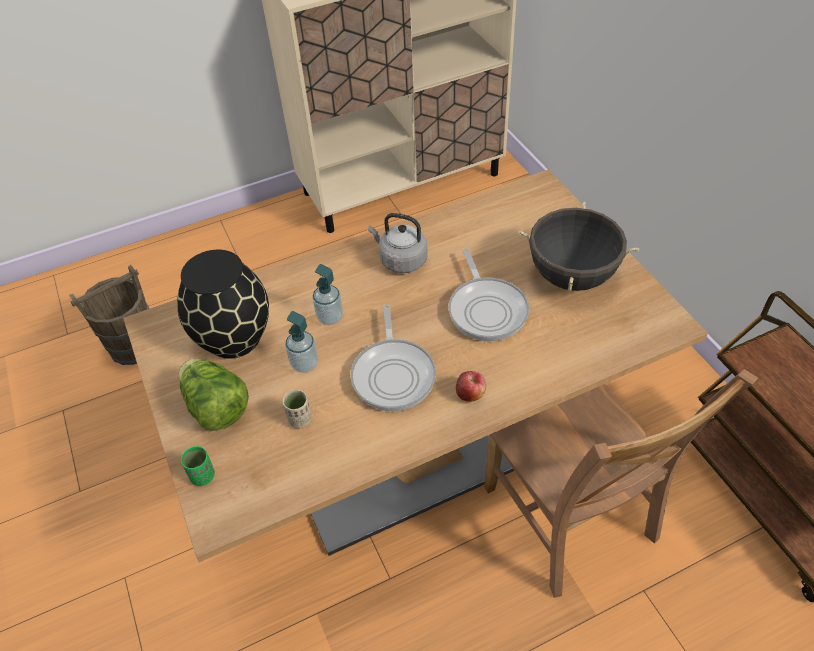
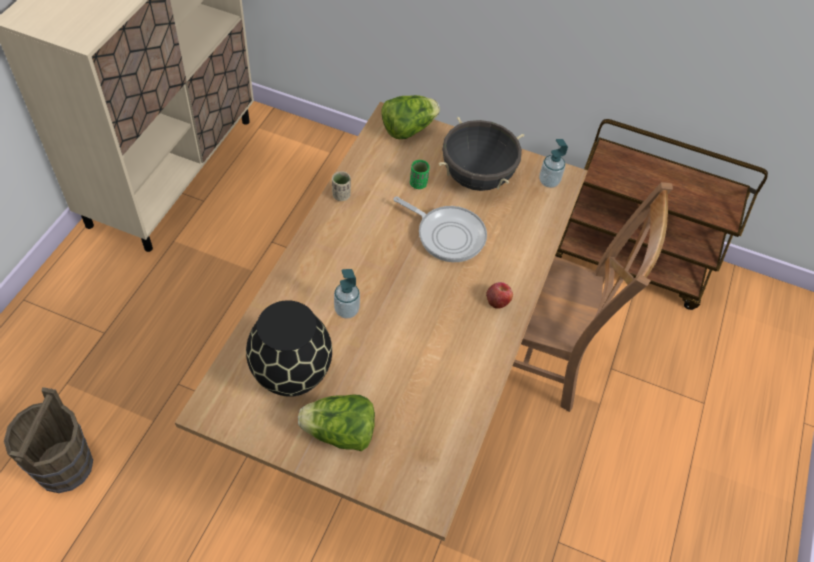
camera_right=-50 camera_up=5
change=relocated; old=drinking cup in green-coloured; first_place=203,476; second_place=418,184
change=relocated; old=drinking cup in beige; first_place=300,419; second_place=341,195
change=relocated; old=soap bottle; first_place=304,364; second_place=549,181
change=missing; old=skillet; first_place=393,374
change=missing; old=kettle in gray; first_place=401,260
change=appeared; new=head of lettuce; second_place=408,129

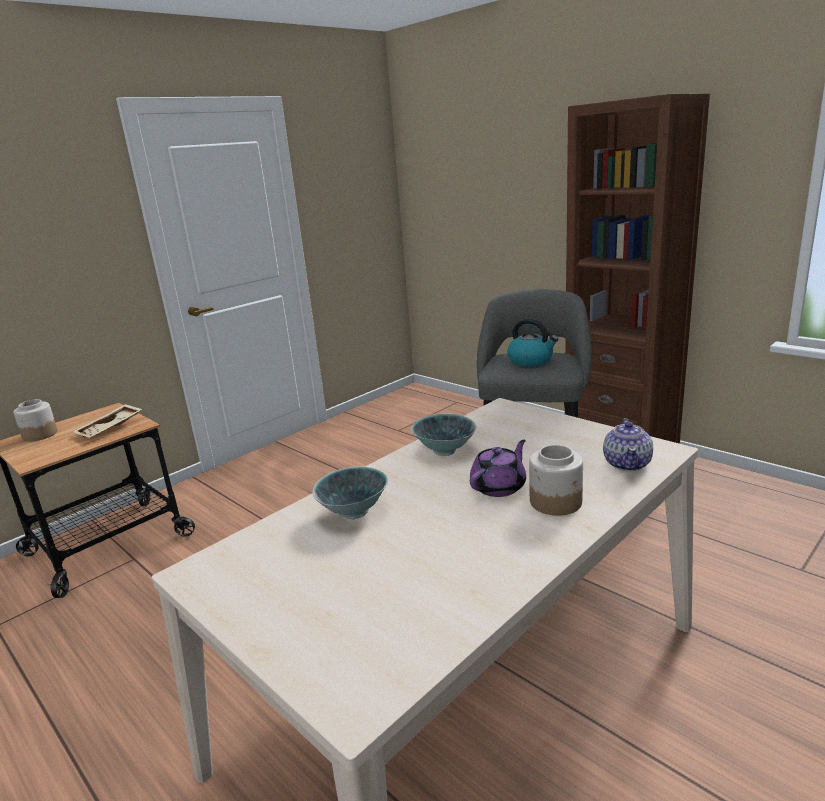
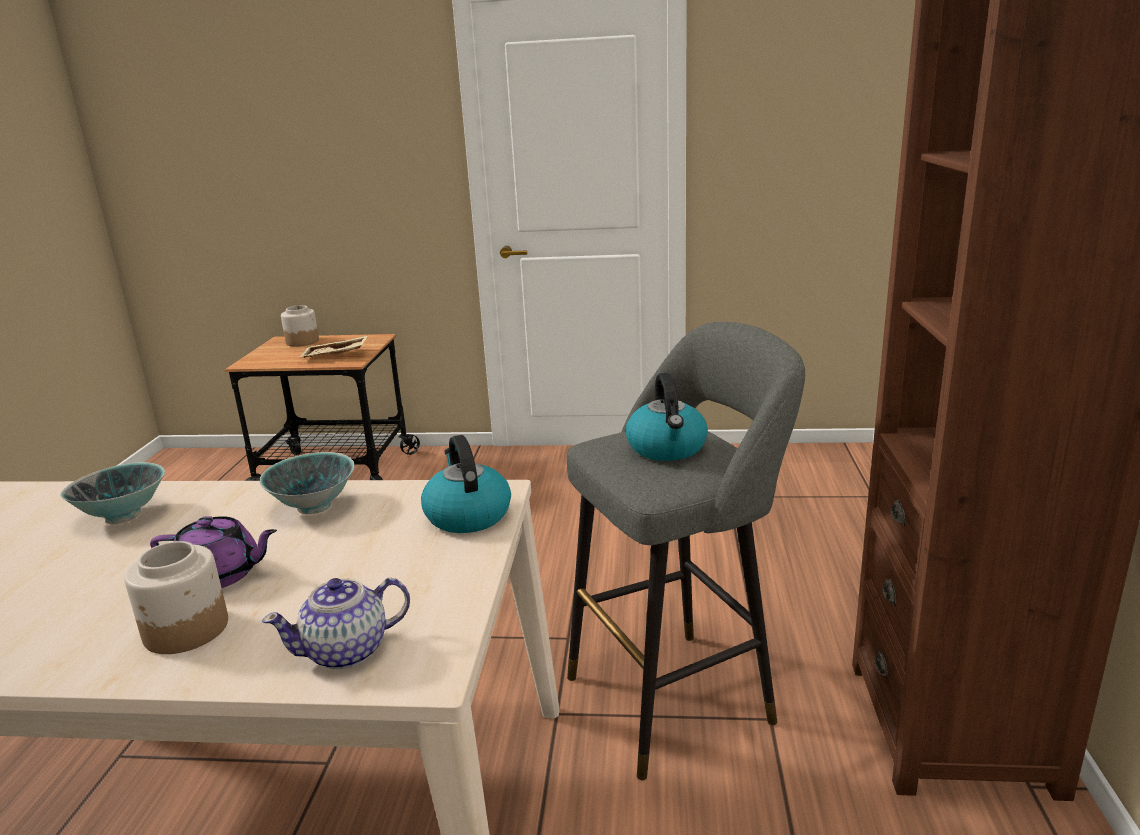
camera_right=50 camera_up=0
change=appeared; new=kettle; second_place=467,515

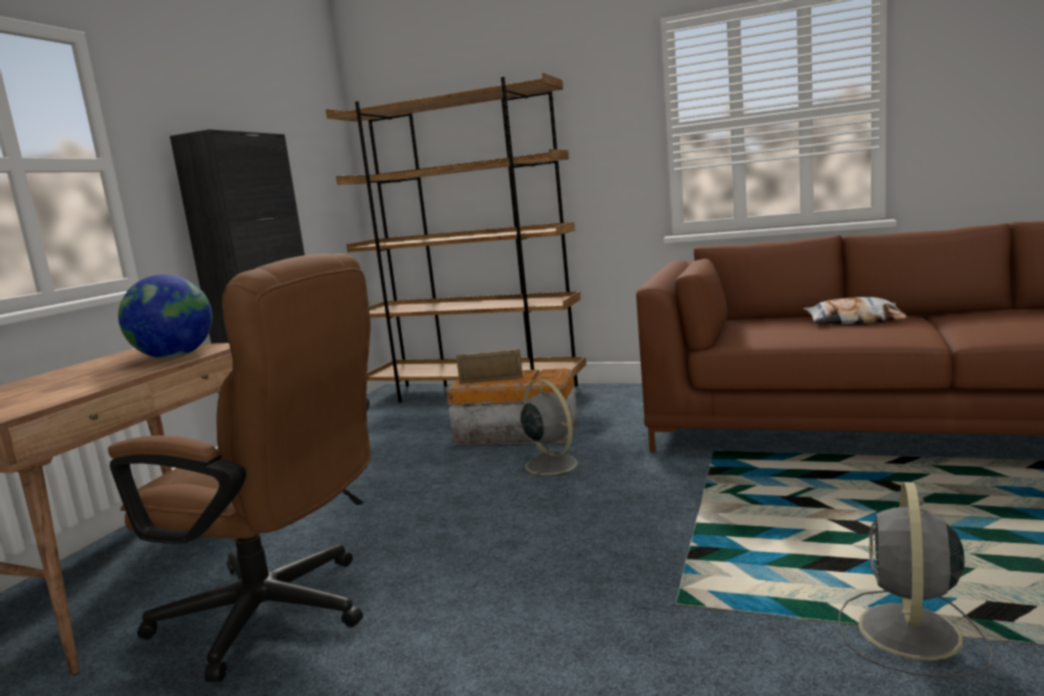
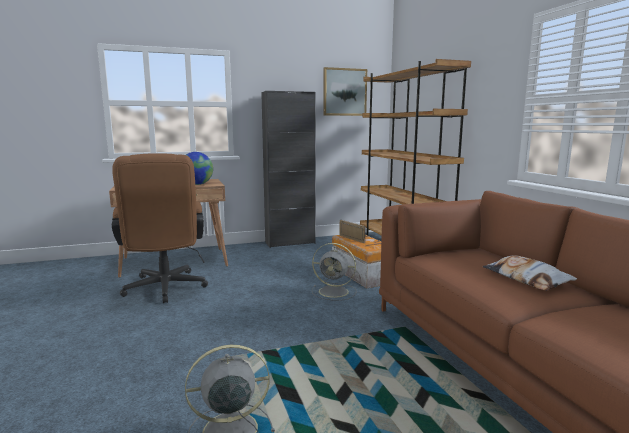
camera_right=50 camera_up=0
change=spun; old=cooling fan in gray; first_place=549,464; second_place=335,292; degrees=90
change=appeared; new=wall picture; second_place=344,92

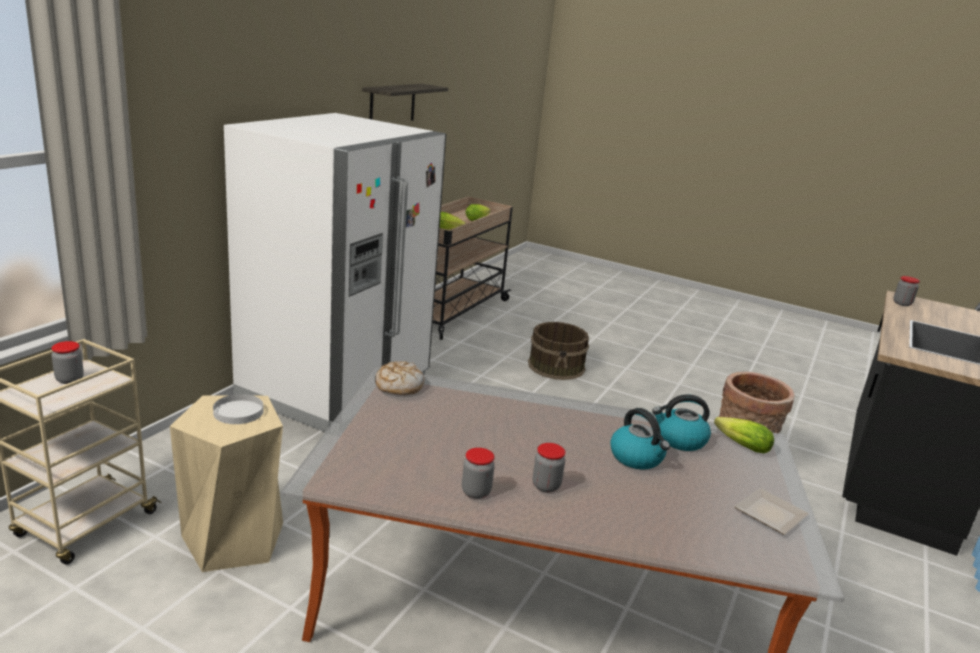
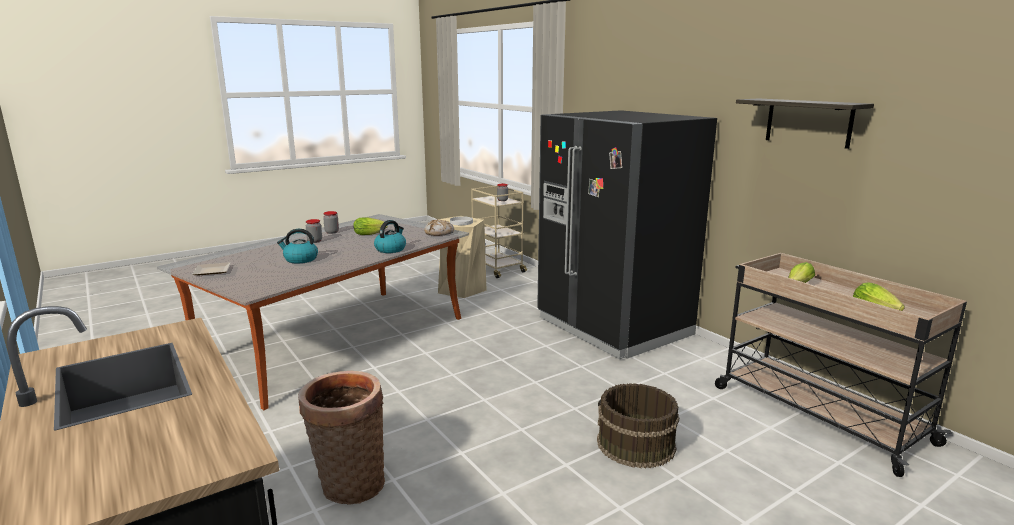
camera_right=120 camera_up=-5
change=colour; old=kitchen fridge in whitish; new=kitchen fridge in black-coloured; first_place=336,388; second_place=613,327
change=relocated; old=kettle; first_place=679,440; second_place=390,249
change=relocated; old=head of lettuce; first_place=739,445; second_place=371,234
change=missing; old=storage jar; first_place=902,303

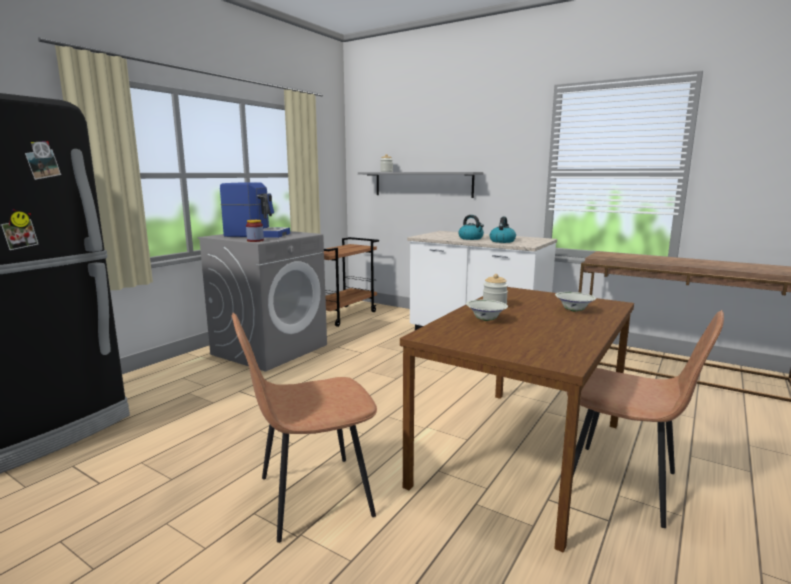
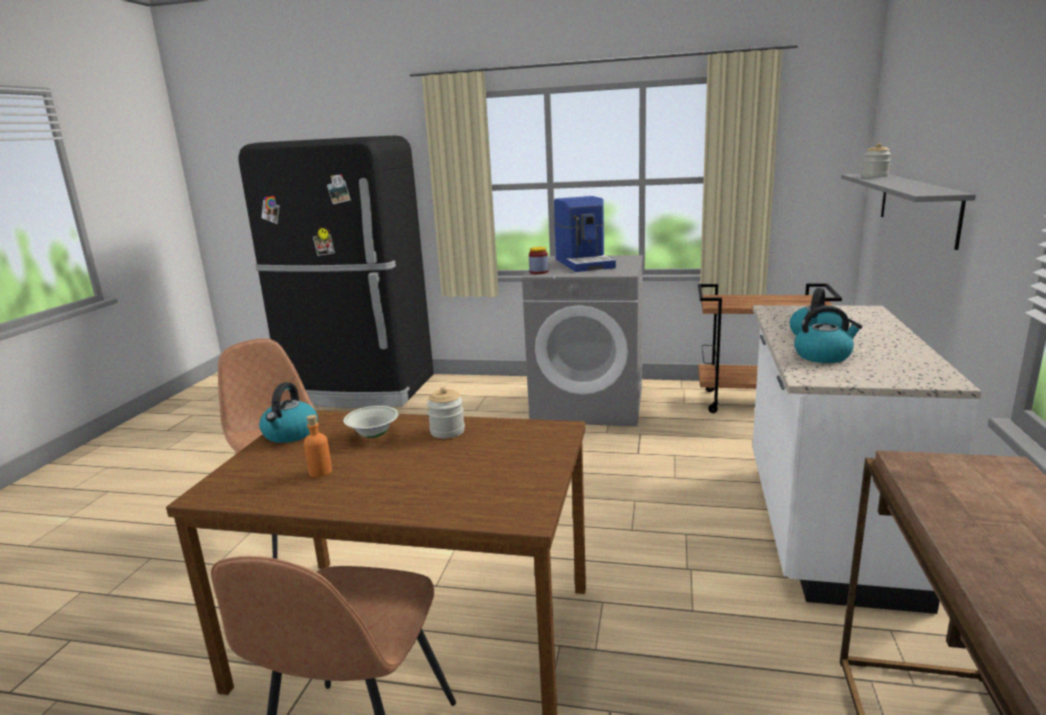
camera_right=70 camera_up=5
change=missing; old=deep dish in whitish; first_place=573,310
change=appeared; new=kettle; second_place=290,434
change=appeared; new=drink bottle in orange-coloured; second_place=320,472

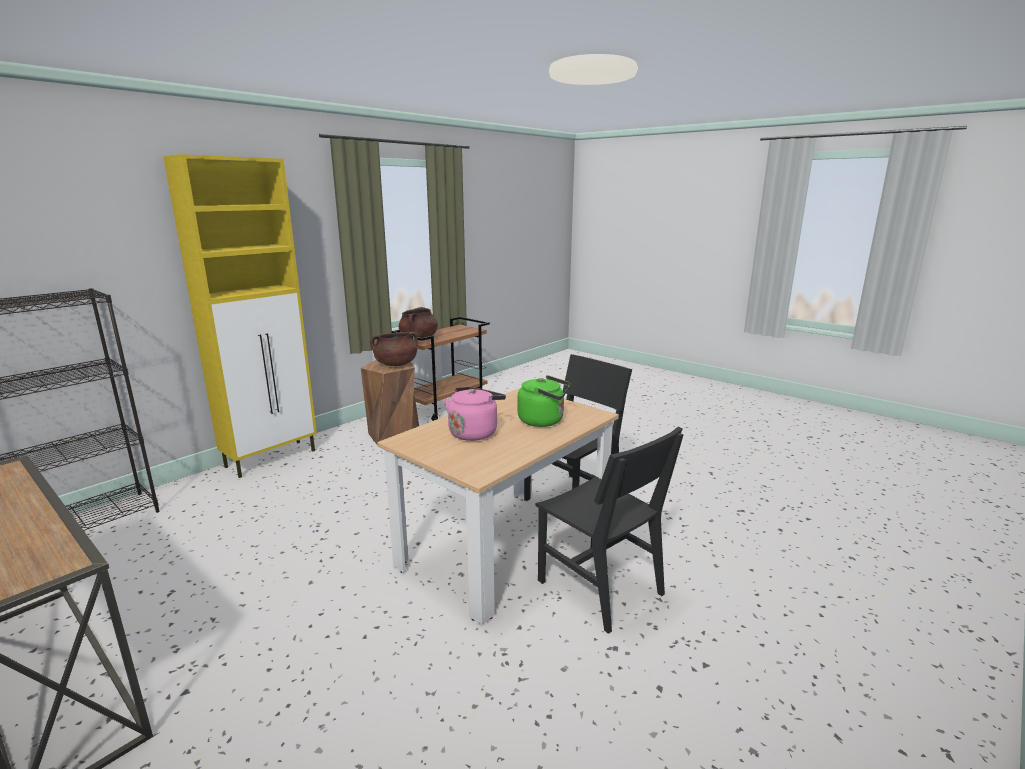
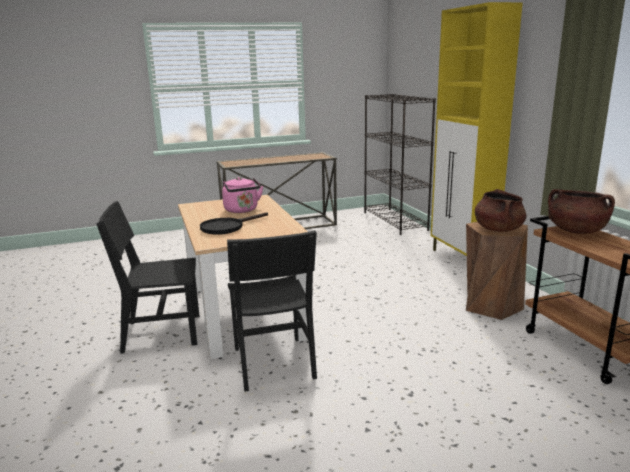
camera_right=120 camera_up=0
change=exchanged; old=kettle in green-coloured; new=skillet in black-coloured; first_place=544,421; second_place=227,227

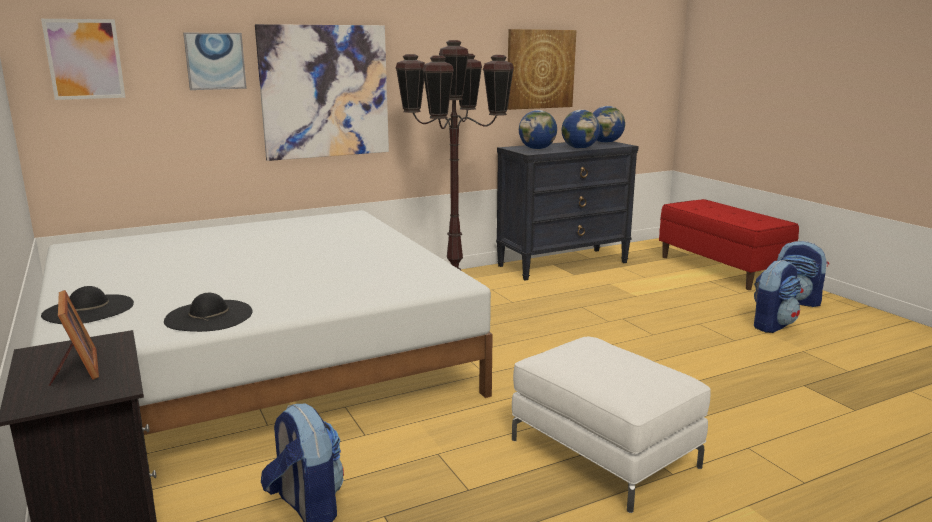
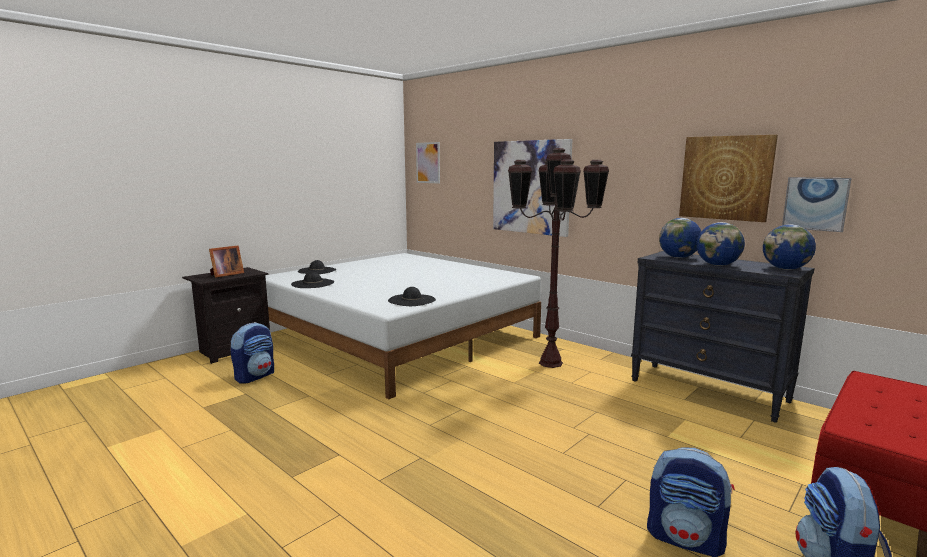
camera_right=70 camera_up=-5
change=relocated; old=wall picture; first_place=215,61; second_place=815,203
change=missing; old=pouffe in whitish; first_place=603,453
change=appeared; new=clothing hat in black-coloured; second_place=411,300

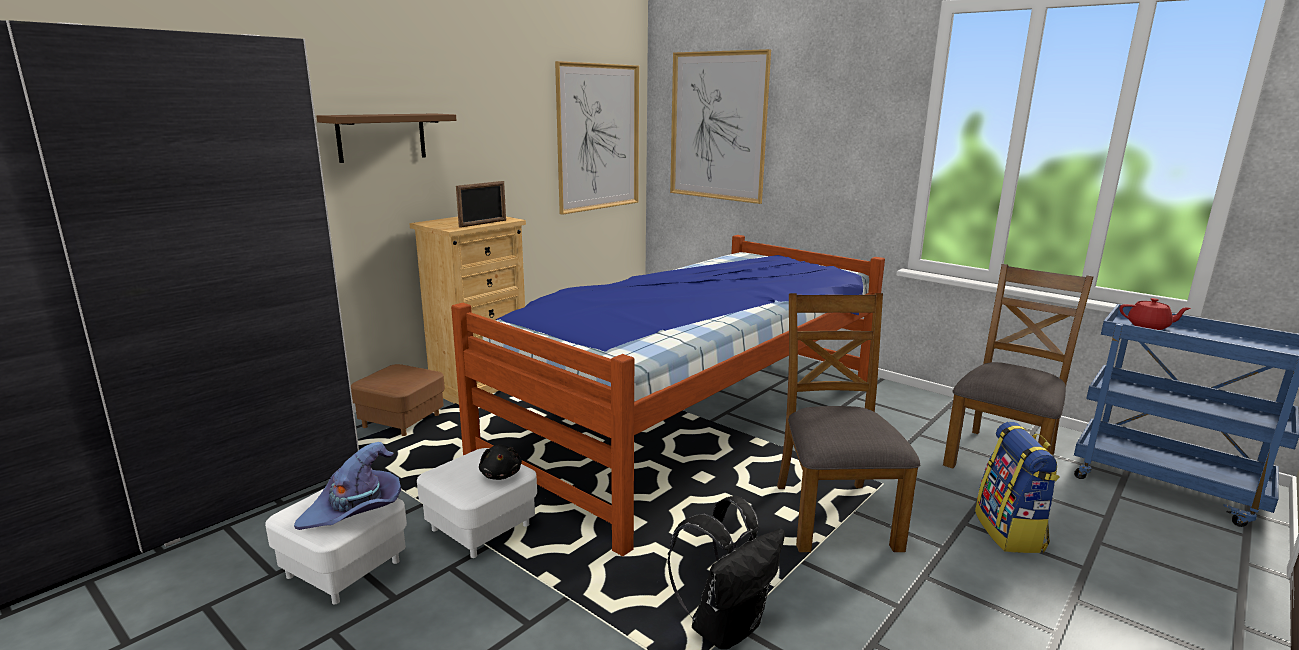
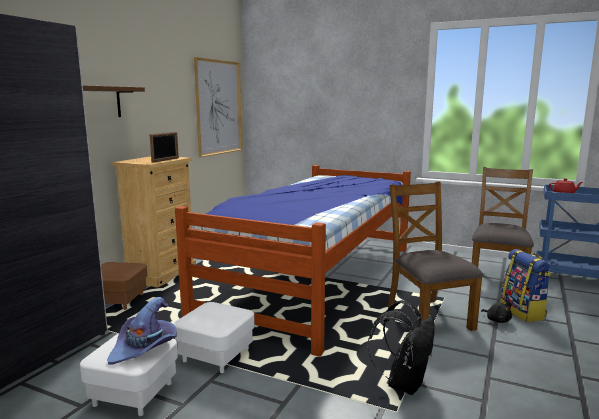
camera_right=-15 camera_up=-5
change=relocated; old=soft toy in black-coloured; first_place=501,474; second_place=497,320
change=missing; old=wall picture; first_place=718,126

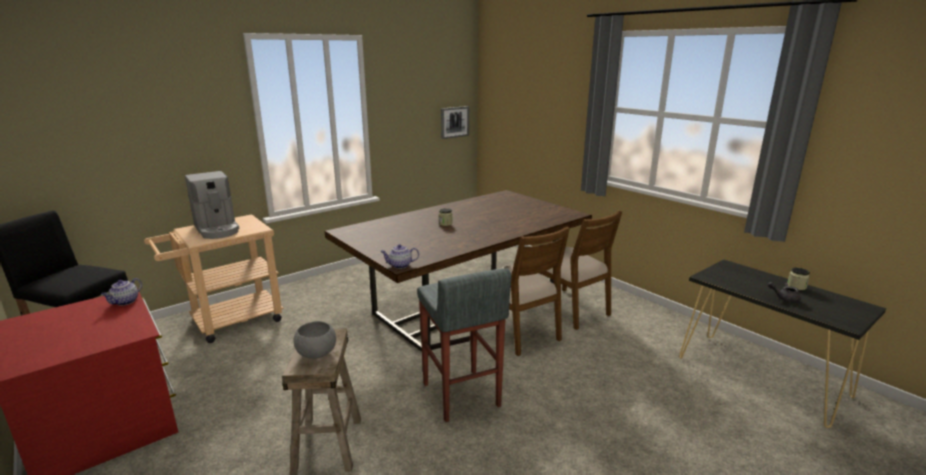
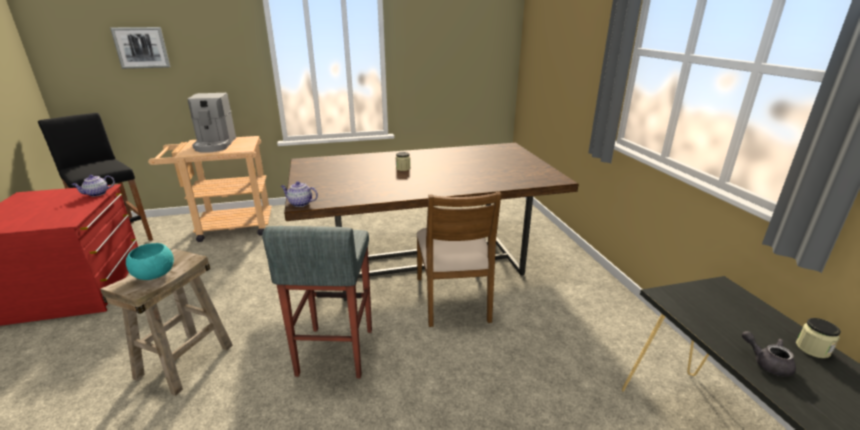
camera_right=25 camera_up=5
change=colour; old=deep dish in gray; new=deep dish in turquoise; first_place=316,353; second_place=154,274
change=relocated; old=wall picture; first_place=454,122; second_place=141,47
change=missing; old=plain chair in brownish; first_place=568,308

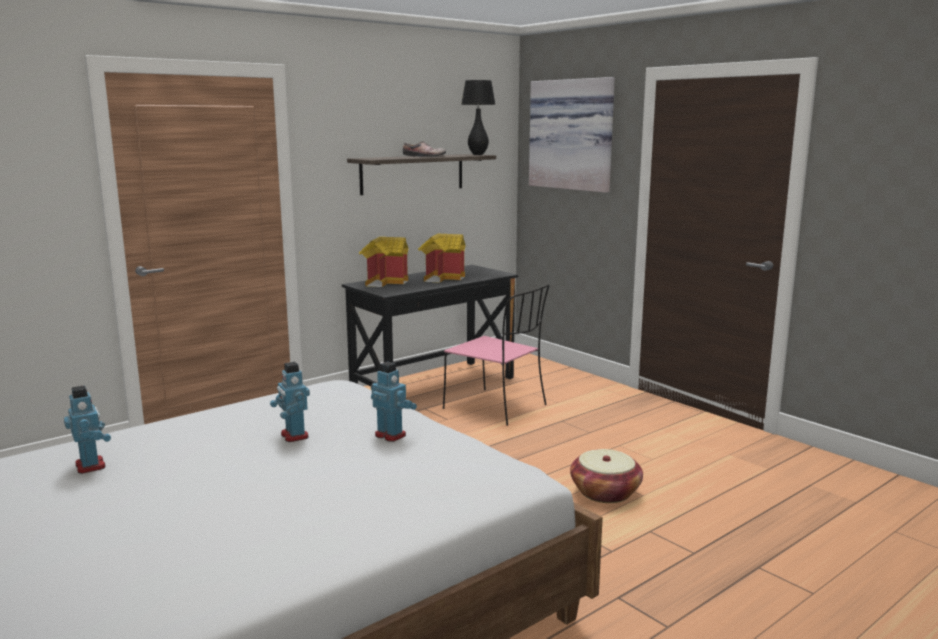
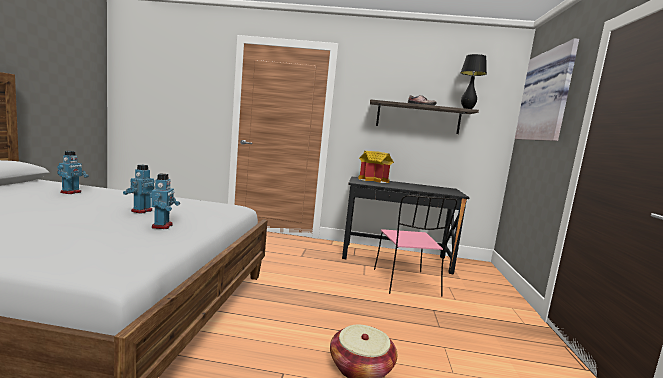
camera_right=45 camera_up=-5
change=missing; old=model house; first_place=443,278

